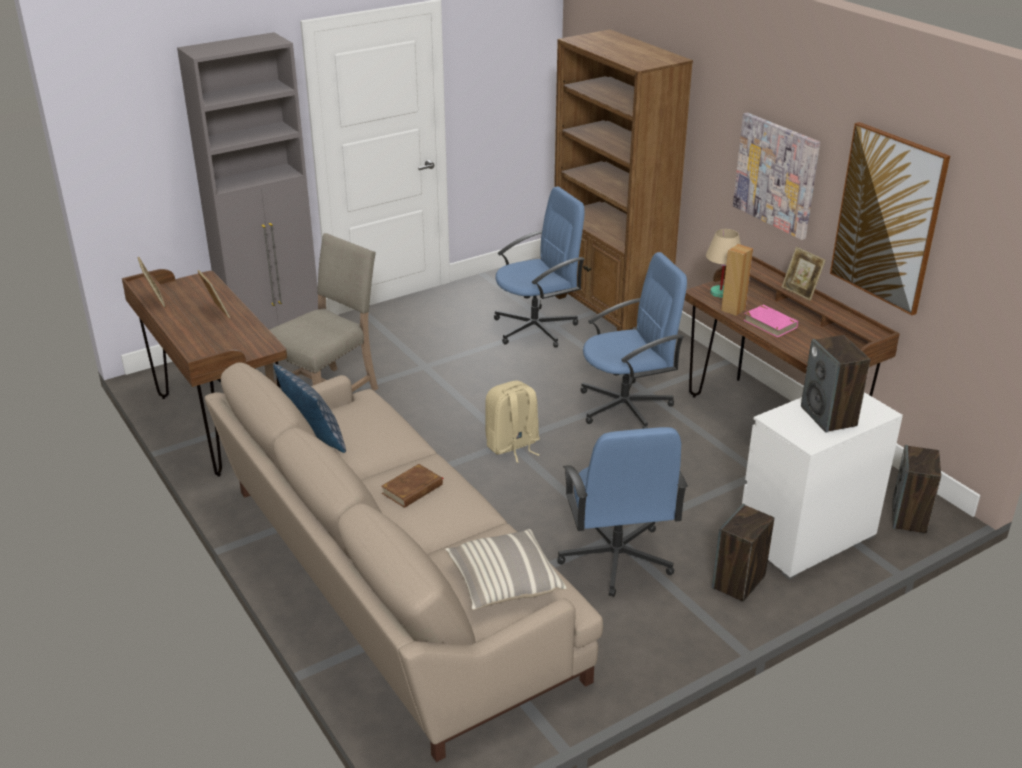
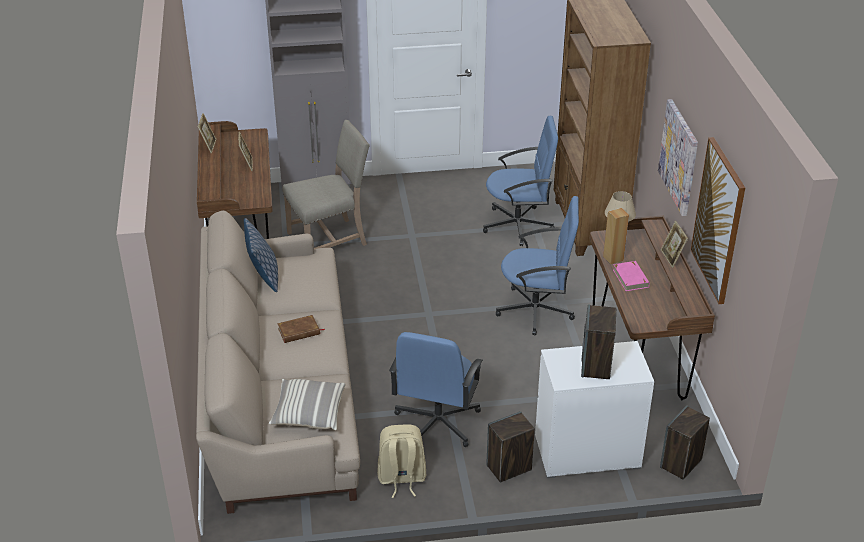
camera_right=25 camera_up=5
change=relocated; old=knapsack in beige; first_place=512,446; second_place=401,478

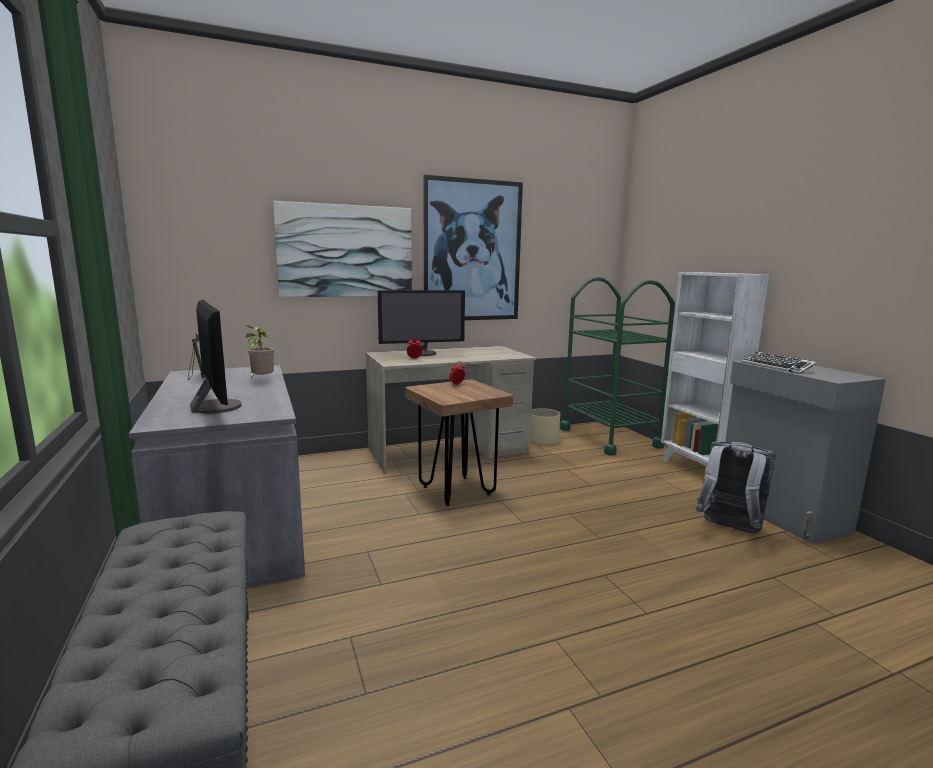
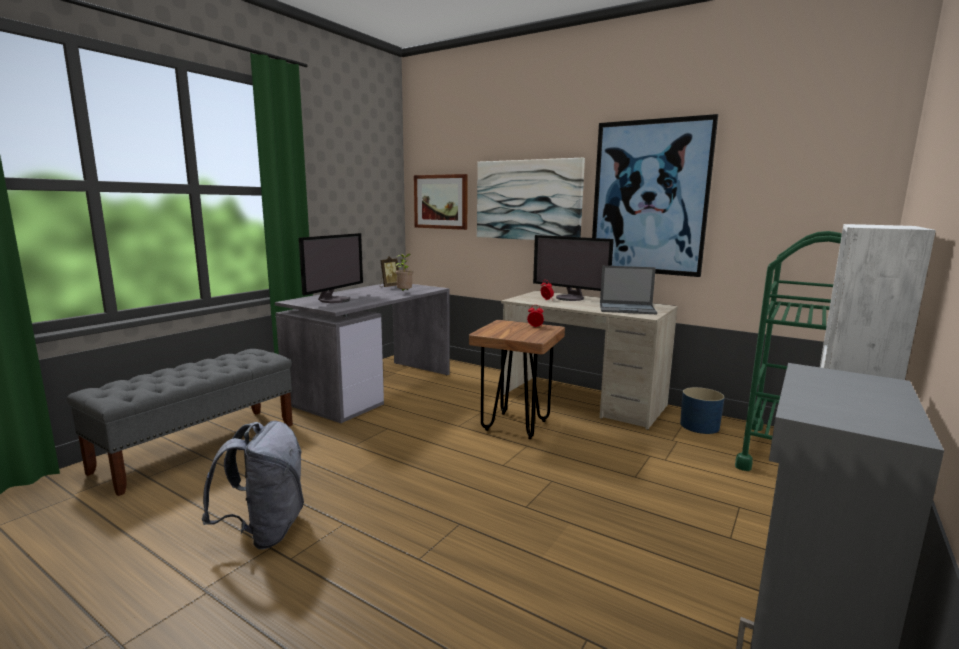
camera_right=55 camera_up=0
change=colour; old=planter in beige; new=planter in bluish; first_place=543,439; second_place=699,426
change=relocated; old=knapsack in gray; first_place=729,529; second_place=265,531
change=missing; old=PC keyboard; first_place=776,367
change=appeared; new=wall picture; second_place=441,201
change=appeared; new=portable computer; second_place=628,309

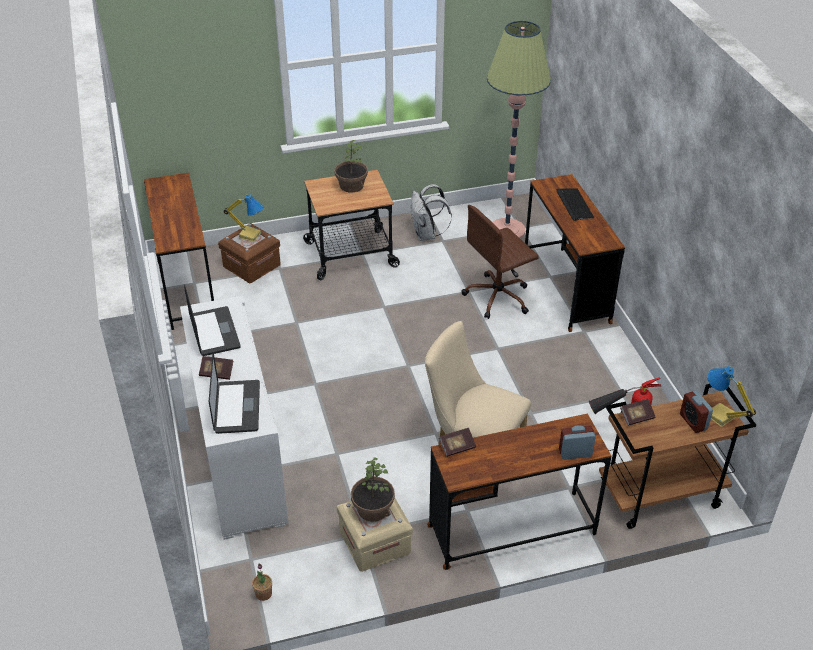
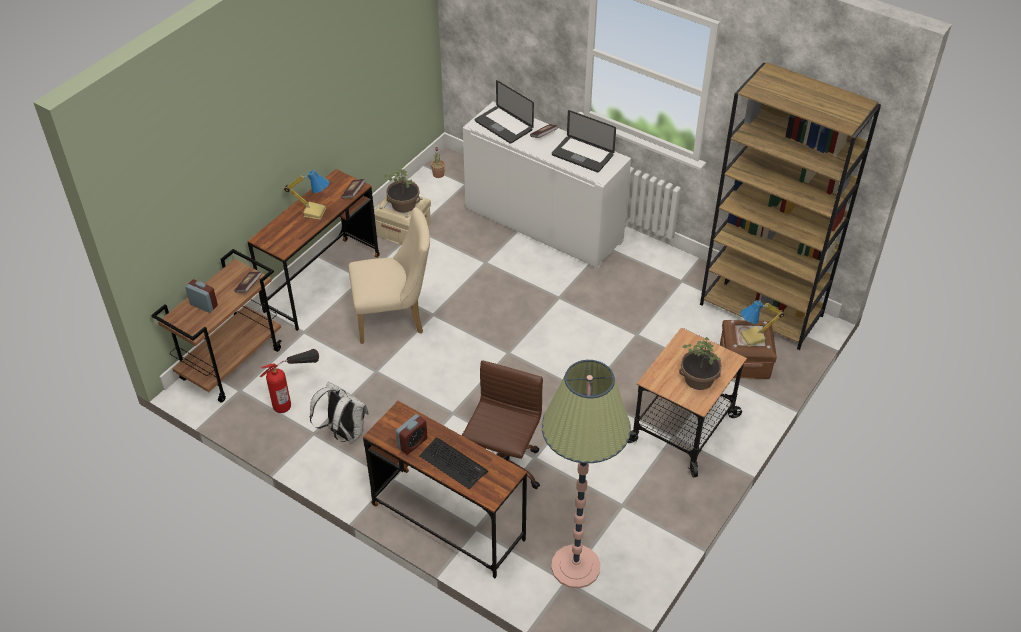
camera_right=140 camera_up=5
change=exchanged; old=desk table in brownish; new=bookcase in brownish; first_place=186,286; second_place=762,310
change=relocated; old=knapsack in whitish; first_place=427,235; second_place=344,432
change=relocated; old=bedside clock; first_place=575,453; second_place=412,443
change=relocated; old=table lamp; first_place=719,416; second_place=314,211

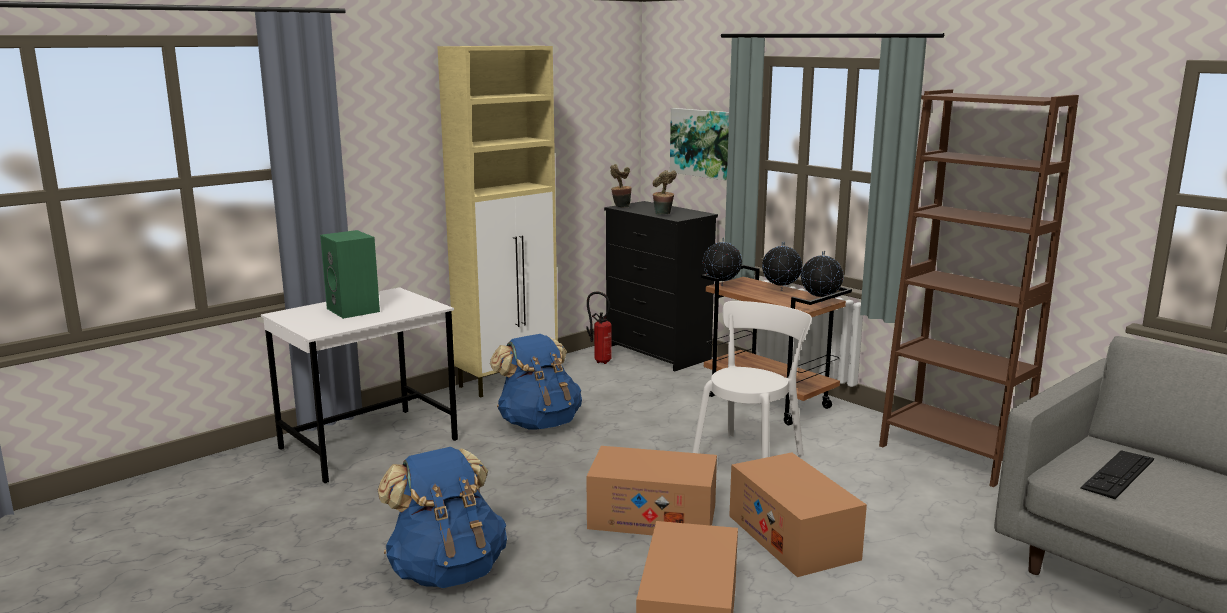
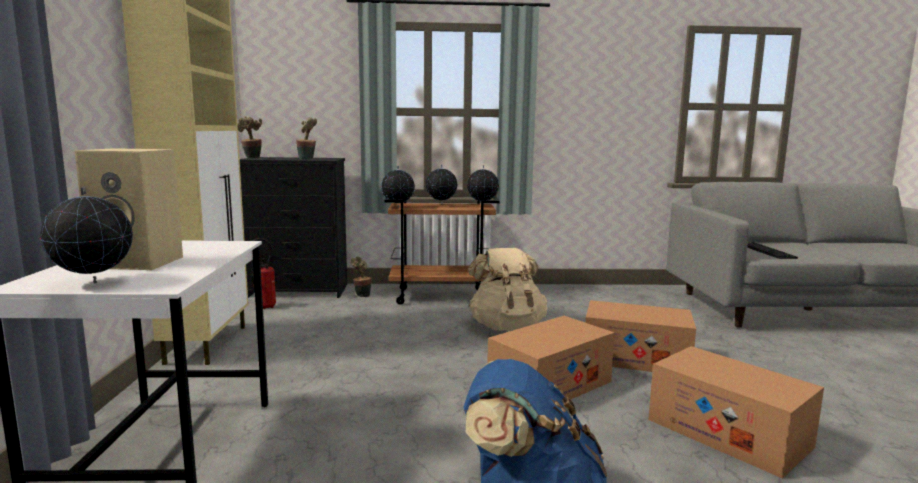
camera_right=-50 camera_up=-5
change=colour; old=speaker in green-coloured; new=speaker in beige; first_place=354,310; second_place=140,262
change=missing; old=knapsack in bluish; first_place=538,423
change=missing; old=wall picture; first_place=701,143
change=exchanged; old=plain chair in whitish; new=knapsack in beige; first_place=750,456; second_place=506,327
change=missing; old=bookcase in brownish; first_place=952,455
change=appeared; new=world globe; second_place=93,283
change=appeared; new=houseplant; second_place=361,295

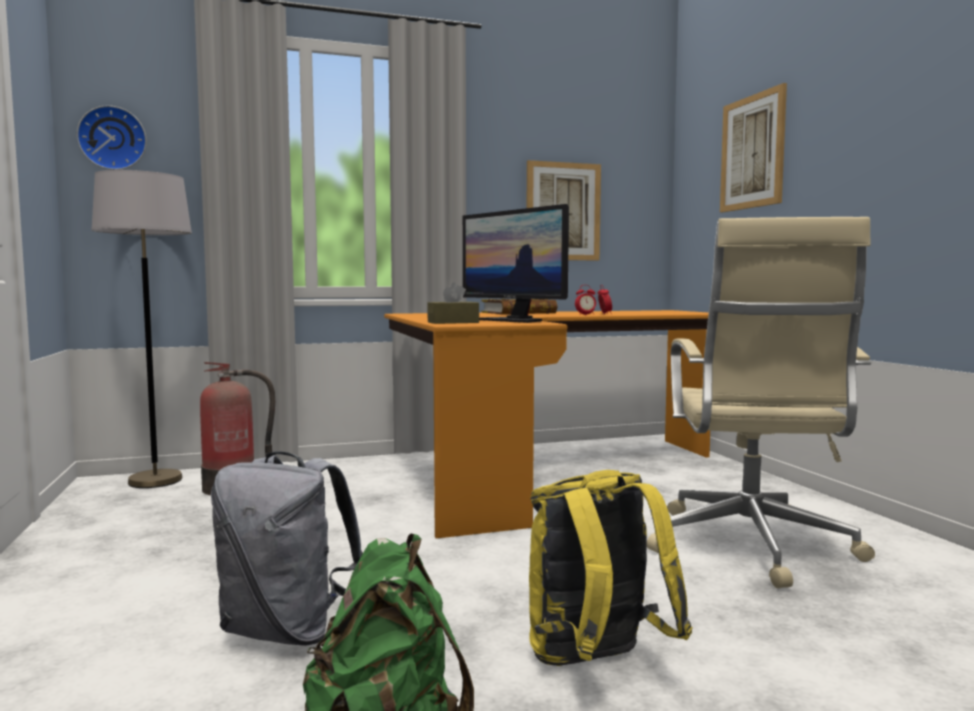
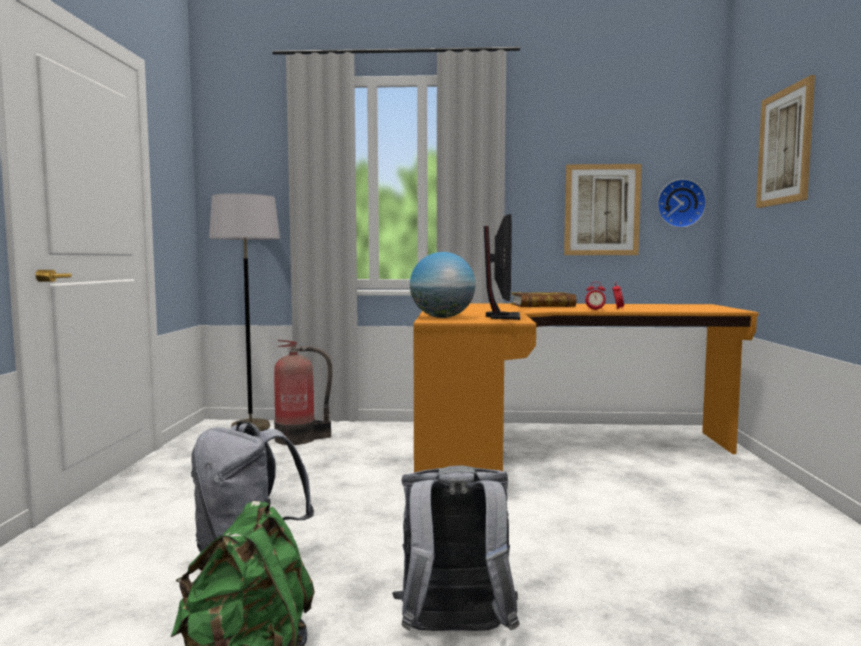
camera_right=20 camera_up=0
change=relocated; old=hanging clock; first_place=113,139; second_place=680,203
change=exchanged; old=tissue box in brownish; new=world globe; first_place=453,322; second_place=442,317
change=spun; old=computer display; first_place=514,320; second_place=503,316; degrees=-150
change=colour; old=knapsack in yellow-coloured; new=knapsack in gray; first_place=595,664; second_place=454,635
change=missing; old=computer chair in beige; first_place=750,547

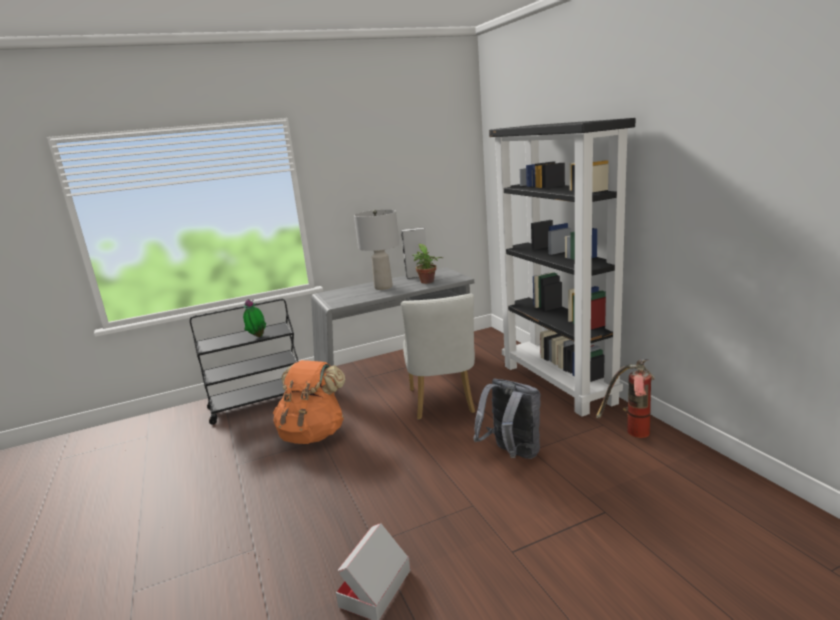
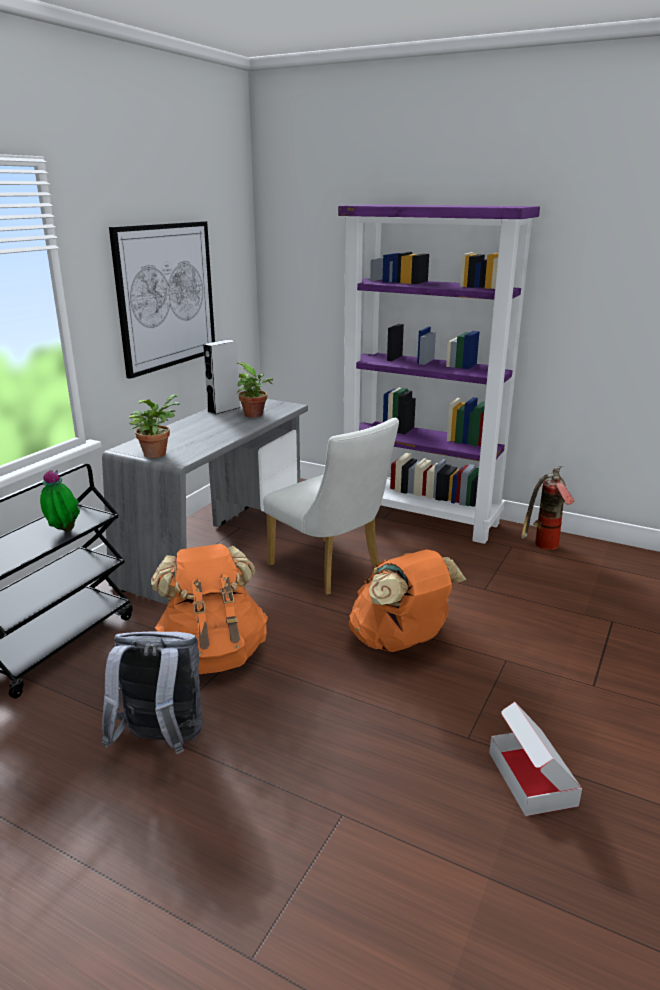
camera_right=-40 camera_up=5
change=missing; old=table lamp in gray; first_place=383,287
change=relocated; old=knapsack in gray; first_place=511,454; second_place=161,742
change=colour; old=bookcase in black-coloured; new=bookcase in purplish; first_place=558,383; second_place=421,517
change=appeared; new=wall picture; second_place=166,296
change=appeared; new=houseplant; second_place=156,453
change=appeared; new=knapsack in orange-coloured; second_place=401,642

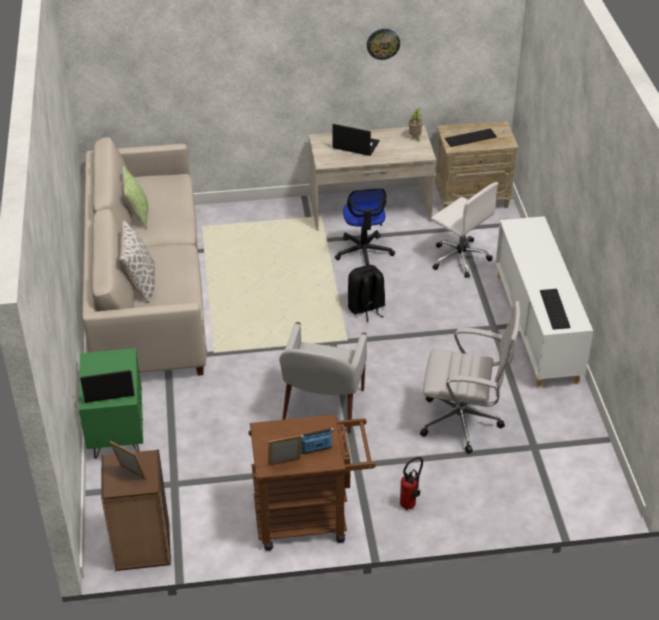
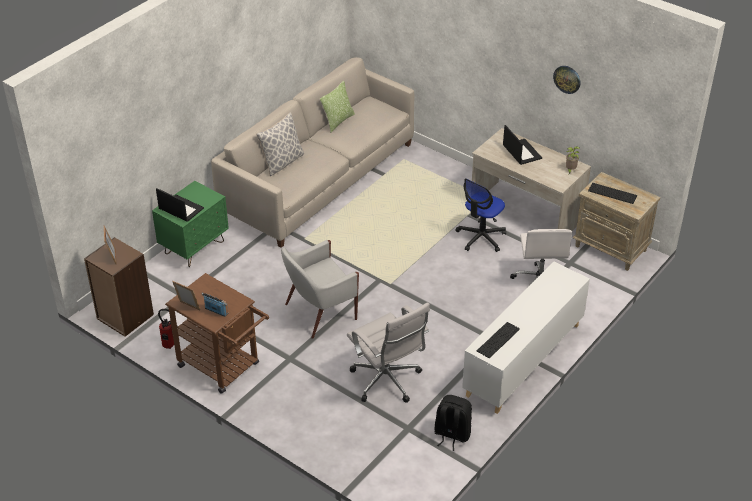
camera_right=45 camera_up=0
change=relocated; old=knapsack in black-coloured; first_place=366,308; second_place=451,434
change=relocated; old=fire-fighting cylinder; first_place=410,505; second_place=170,346

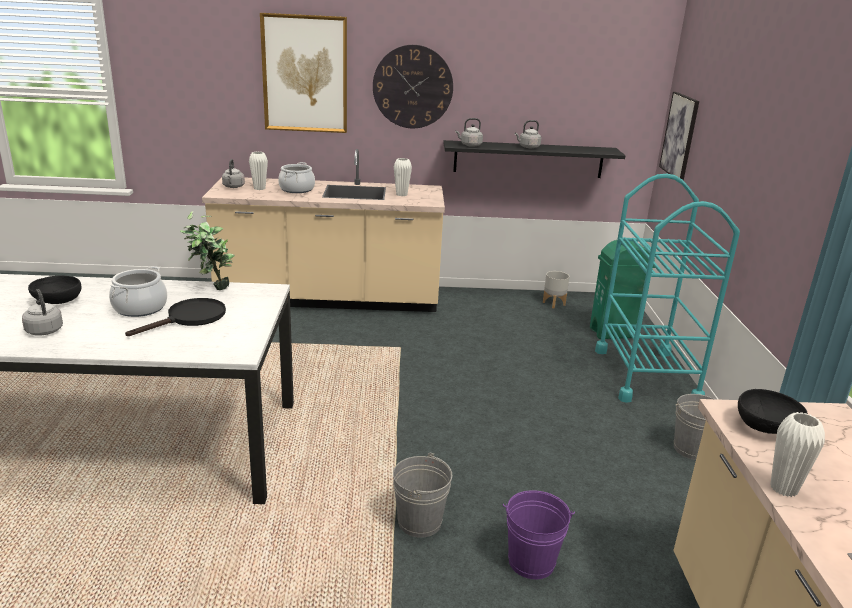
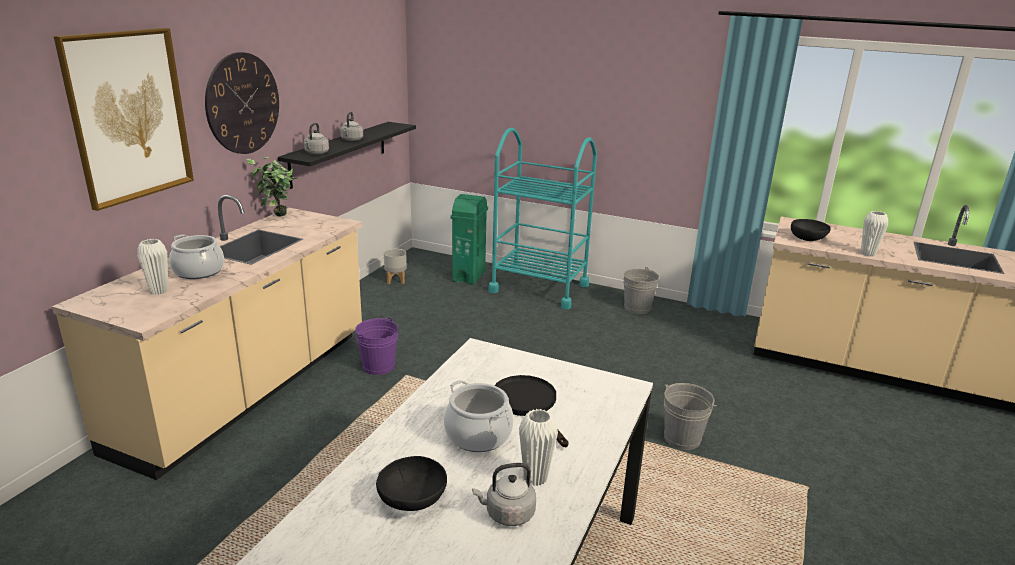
camera_right=-65 camera_up=0
change=relocated; old=houseplant; first_place=211,289; second_place=277,217
change=missing; old=kettle in gray; first_place=233,187
change=relocated; old=decorative vase in whitish; first_place=401,194; second_place=535,478
change=relocated; old=water bucket in purplish; first_place=531,561; second_place=378,366
change=missing; old=wall picture; first_place=679,136

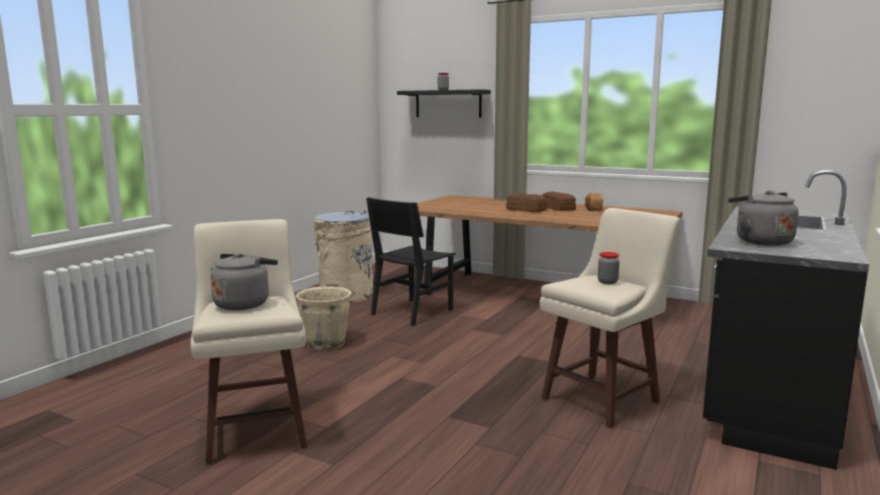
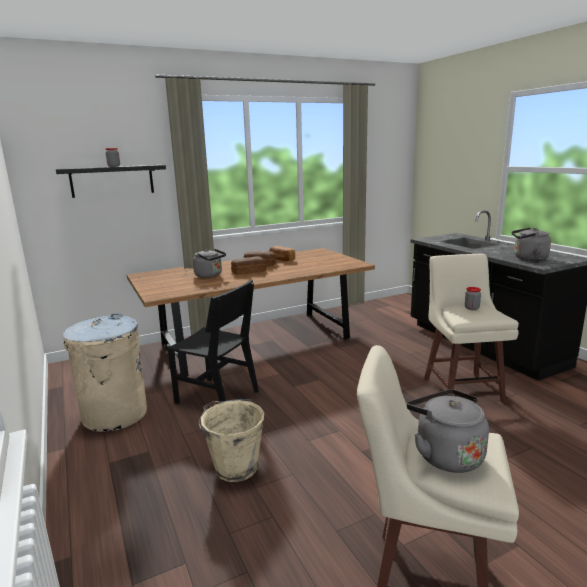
camera_right=-55 camera_up=5
change=spun; old=plain chair in black-coloured; first_place=412,312; second_place=217,397; degrees=-45
change=appeared; new=kettle in gray; second_place=210,276

